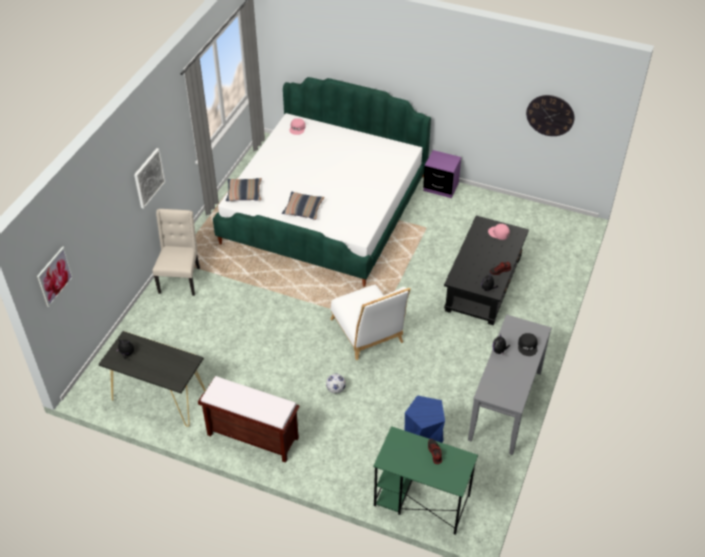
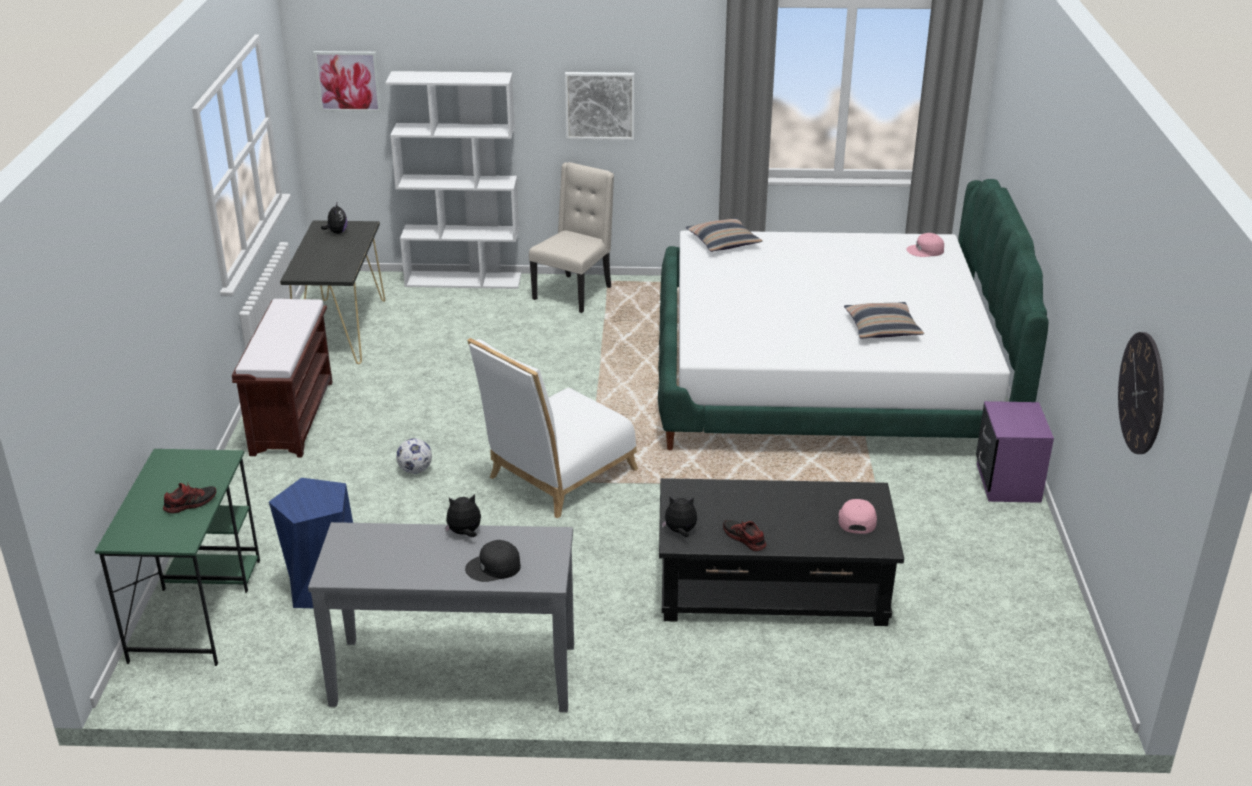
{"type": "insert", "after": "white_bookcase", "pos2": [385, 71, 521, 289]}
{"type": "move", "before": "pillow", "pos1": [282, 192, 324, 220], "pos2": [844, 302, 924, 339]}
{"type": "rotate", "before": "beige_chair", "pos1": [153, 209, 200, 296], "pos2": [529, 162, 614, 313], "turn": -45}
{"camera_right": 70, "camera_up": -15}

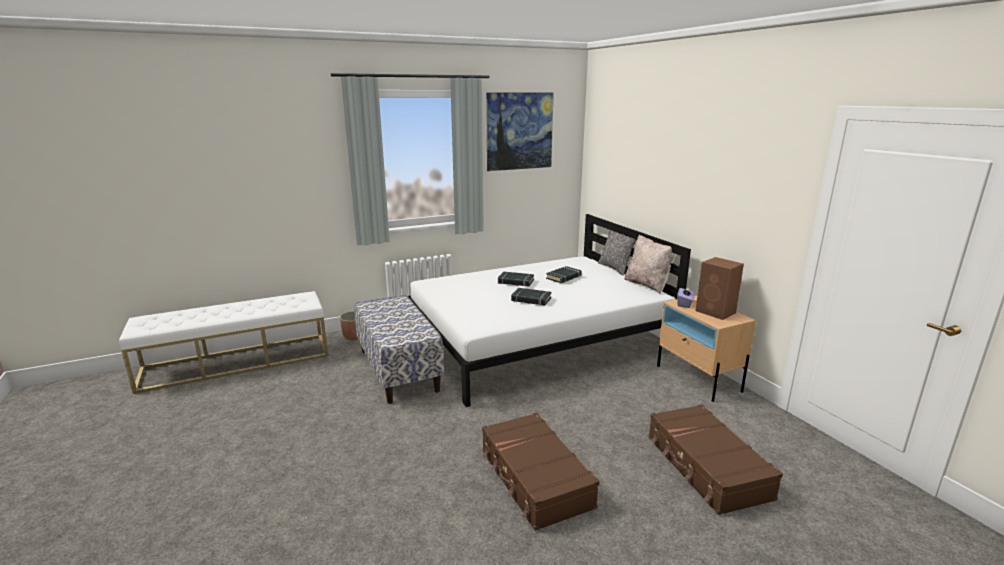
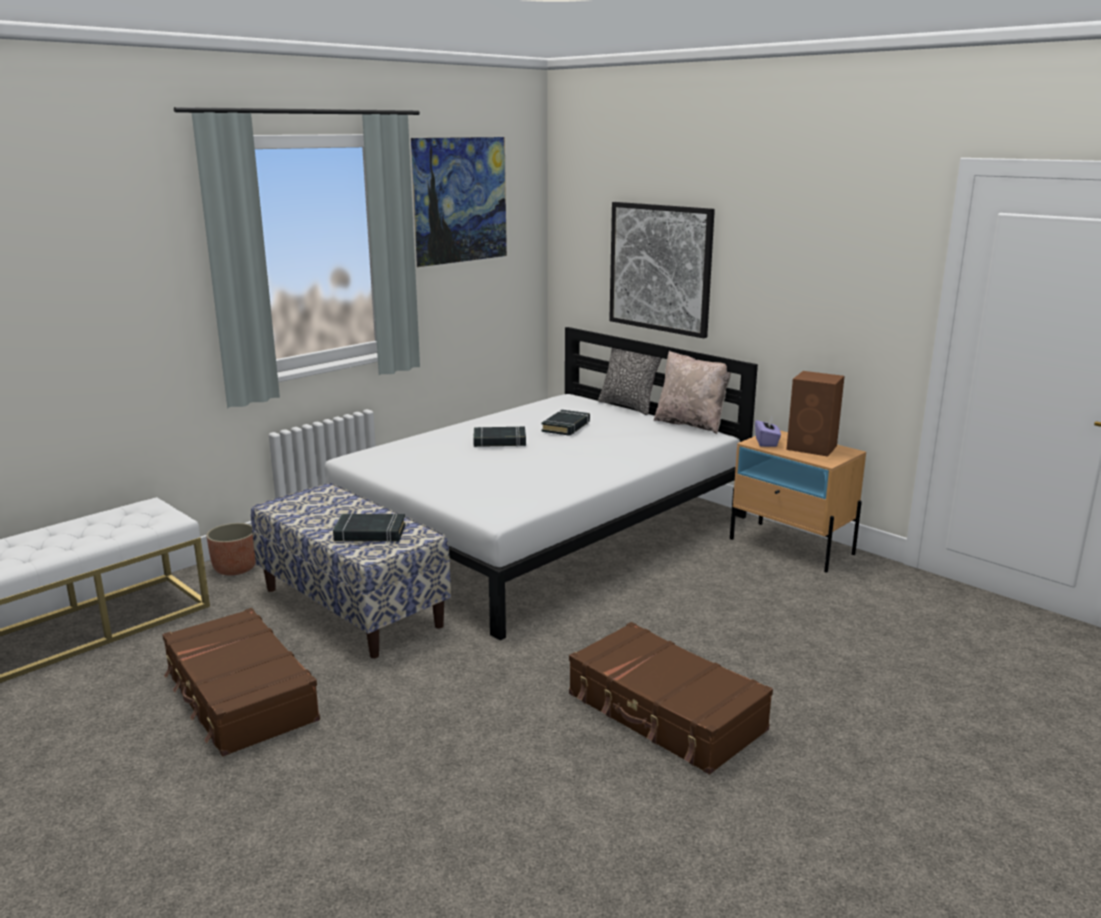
{"type": "insert", "after": "picture", "pos2": [609, 202, 715, 338]}
{"type": "move", "before": "black_book", "pos1": [511, 288, 551, 306], "pos2": [333, 514, 405, 543]}
{"type": "move", "before": "brown_suitcase", "pos1": [648, 404, 783, 515], "pos2": [162, 608, 320, 757]}
{"camera_right": -20, "camera_up": 0}

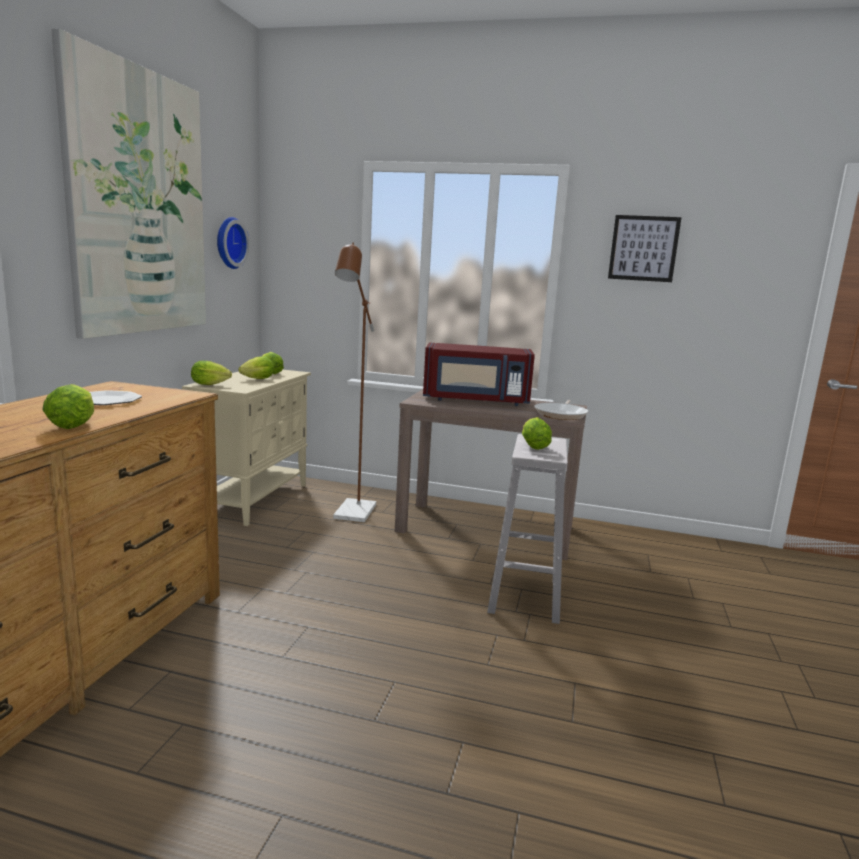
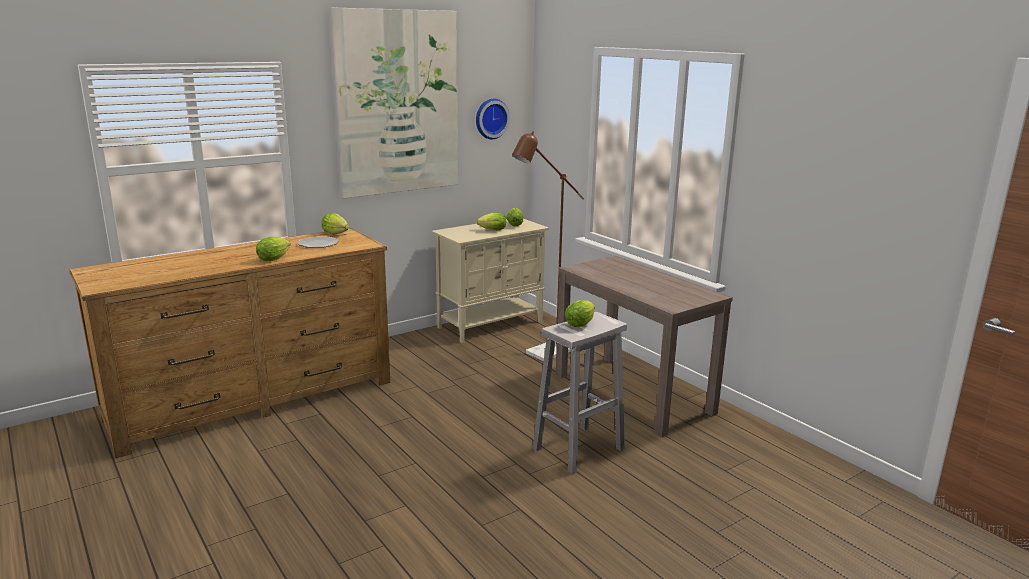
{"type": "delete", "before": "red_microwave", "pos1": [423, 343, 535, 406]}
{"type": "delete", "before": "frying_pan", "pos1": [535, 400, 588, 420]}
{"type": "delete", "before": "picture", "pos1": [608, 215, 682, 282]}
{"type": "move", "before": "lettuce", "pos1": [191, 361, 232, 385], "pos2": [322, 213, 349, 234]}
{"camera_right": 40, "camera_up": 5}

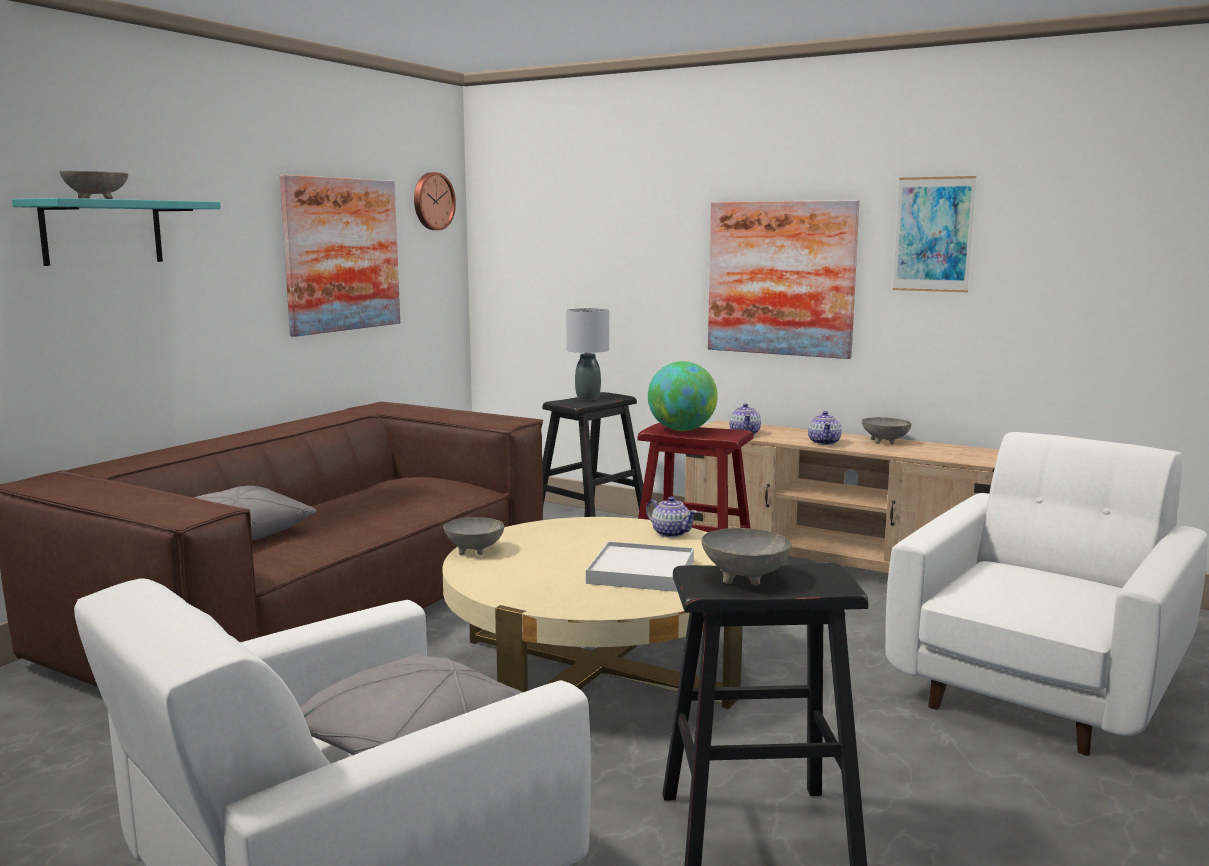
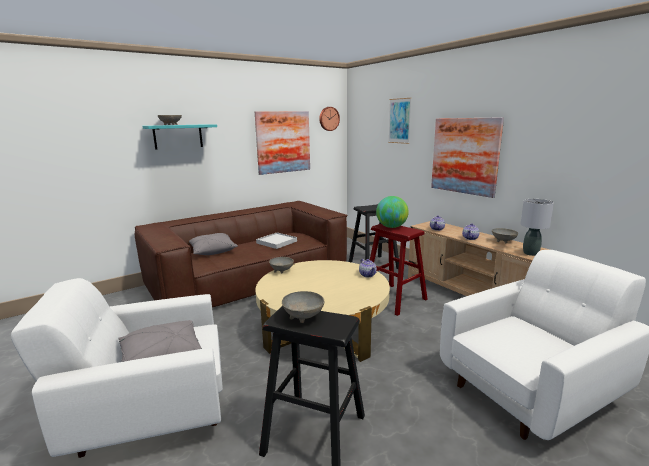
{"type": "move", "before": "grey_table_lamp", "pos1": [566, 308, 609, 400], "pos2": [520, 199, 554, 256]}
{"type": "move", "before": "white_tray", "pos1": [586, 541, 694, 592], "pos2": [256, 233, 297, 249]}
{"type": "move", "before": "picture", "pos1": [893, 176, 976, 292], "pos2": [388, 98, 411, 144]}
{"camera_right": 25, "camera_up": 5}

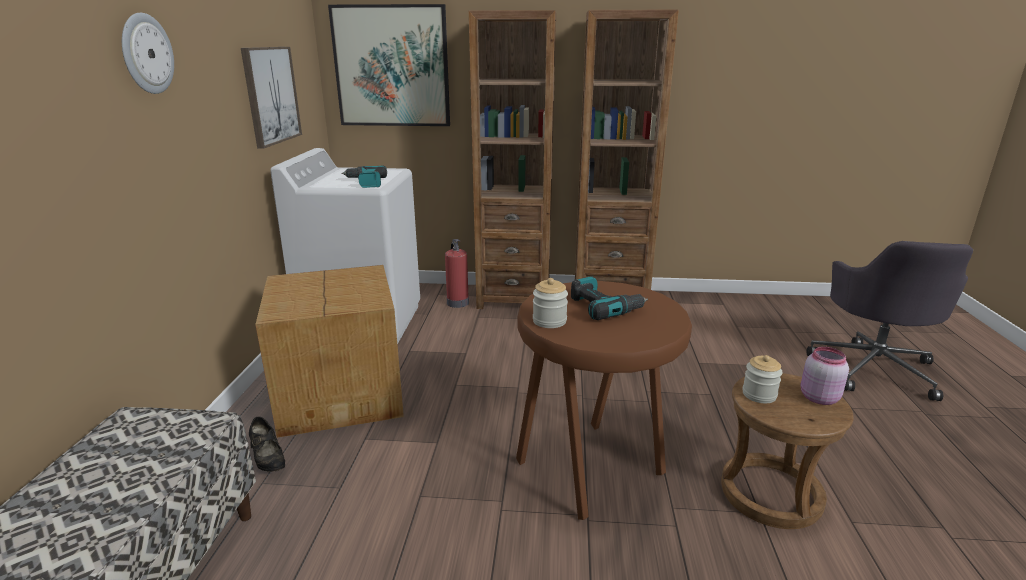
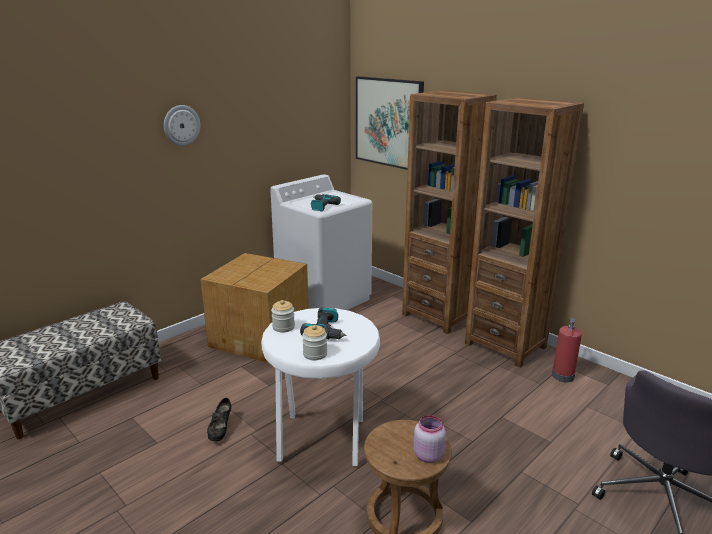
{"type": "delete", "before": "picture", "pos1": [241, 47, 302, 149]}
{"type": "move", "before": "black_shoe", "pos1": [249, 417, 285, 472], "pos2": [207, 398, 231, 442]}
{"type": "move", "before": "fire_extinguisher", "pos1": [445, 239, 469, 308], "pos2": [552, 318, 582, 382]}
{"type": "move", "before": "jar", "pos1": [742, 355, 783, 403], "pos2": [302, 325, 327, 360]}
{"type": "recolor", "before": "brown_stool", "after": "white_stool", "pos1": [516, 281, 692, 520], "pos2": [261, 308, 380, 466]}
{"camera_right": 40, "camera_up": 0}

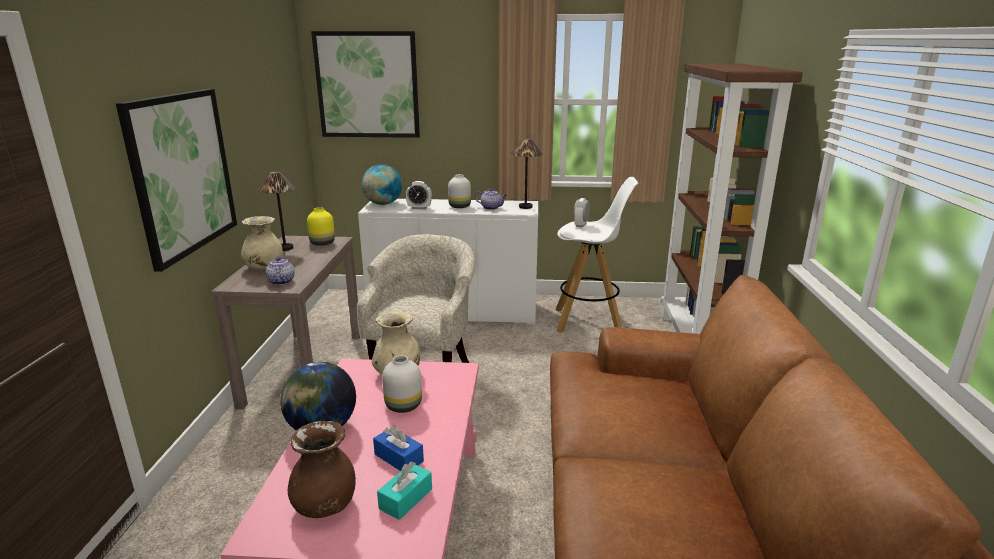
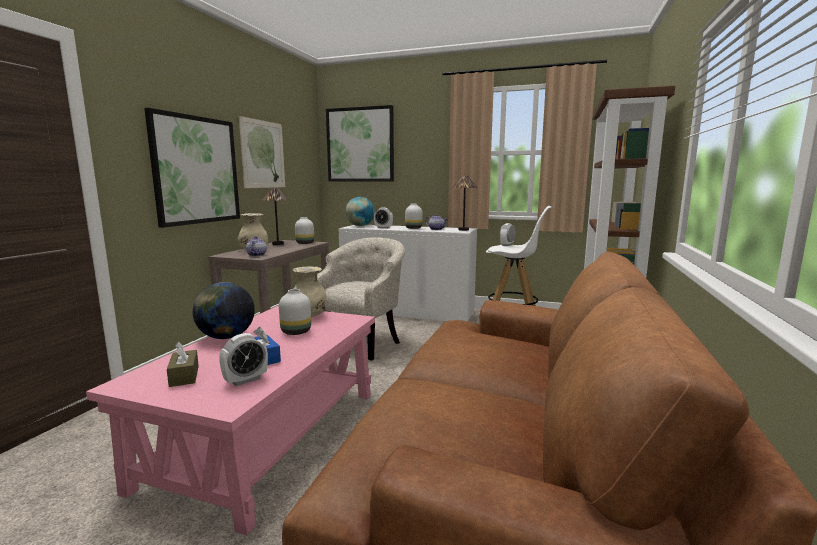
{"type": "insert", "after": "picture", "pos2": [239, 116, 285, 188]}
{"type": "replace", "before": "brown_vase", "after": "brown_tissue_box", "pos1": [288, 421, 356, 518], "pos2": [167, 342, 199, 387]}
{"type": "replace", "before": "turquoise_tissue_box", "after": "alarm_clock", "pos1": [377, 462, 432, 520], "pos2": [219, 333, 268, 386]}
{"type": "recolor", "before": "yellow_vase", "after": "white_vase", "pos1": [307, 207, 335, 246], "pos2": [295, 217, 314, 244]}
{"camera_right": 15, "camera_up": -10}

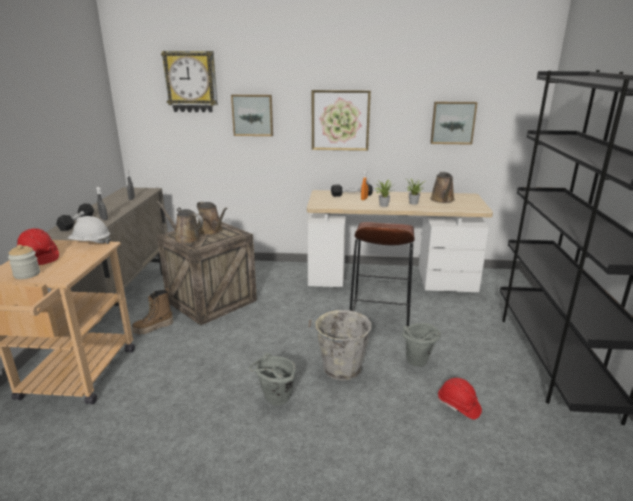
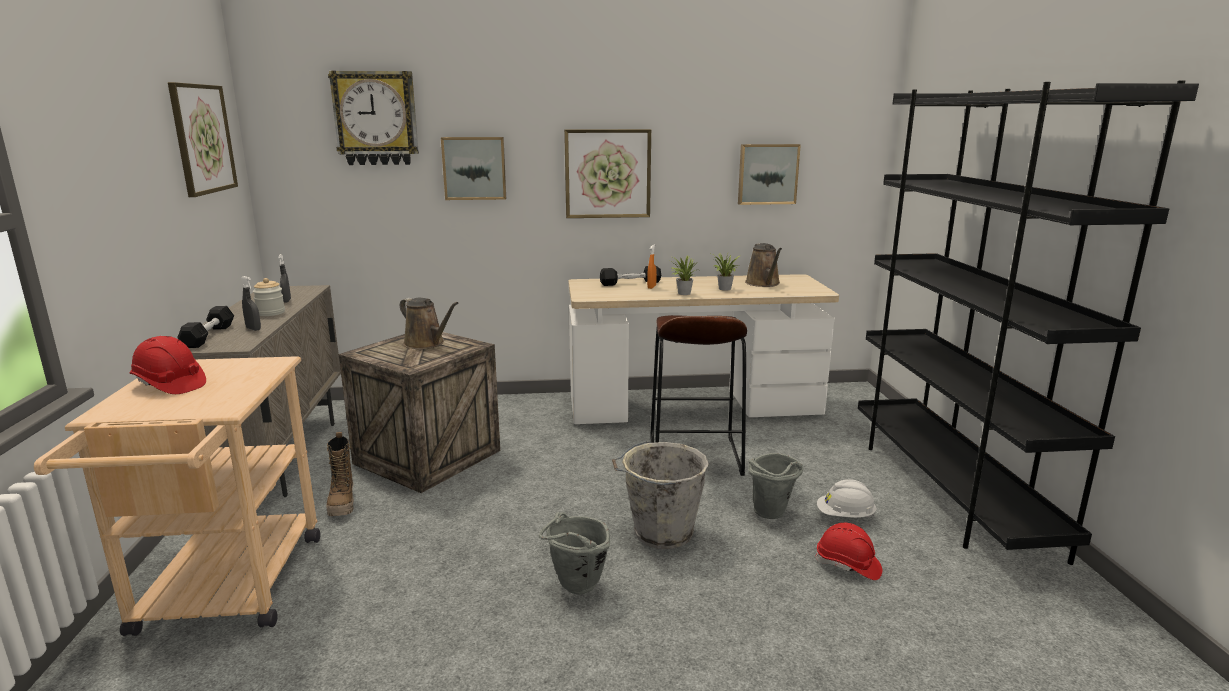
{"type": "delete", "before": "brown_watering_can", "pos1": [157, 201, 203, 244]}
{"type": "insert", "after": "picture", "pos2": [168, 82, 238, 197]}
{"type": "move", "before": "jar", "pos1": [8, 245, 40, 279], "pos2": [253, 278, 285, 316]}
{"type": "move", "before": "white_hard_hat", "pos1": [68, 216, 111, 244], "pos2": [817, 479, 877, 518]}
{"type": "rotate", "before": "boot", "pos1": [132, 288, 174, 335], "pos2": [326, 432, 354, 516], "turn": -60}
{"camera_right": -10, "camera_up": -5}

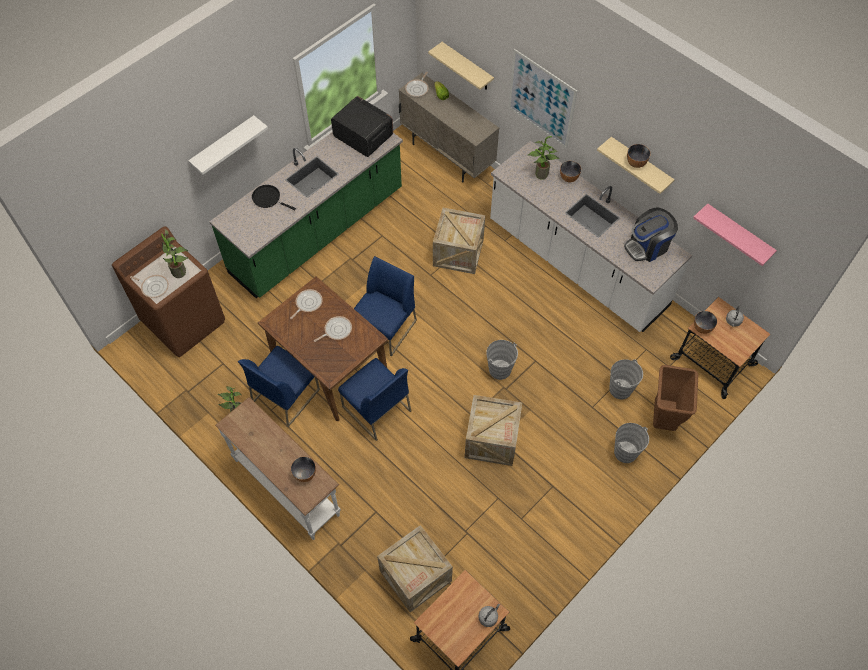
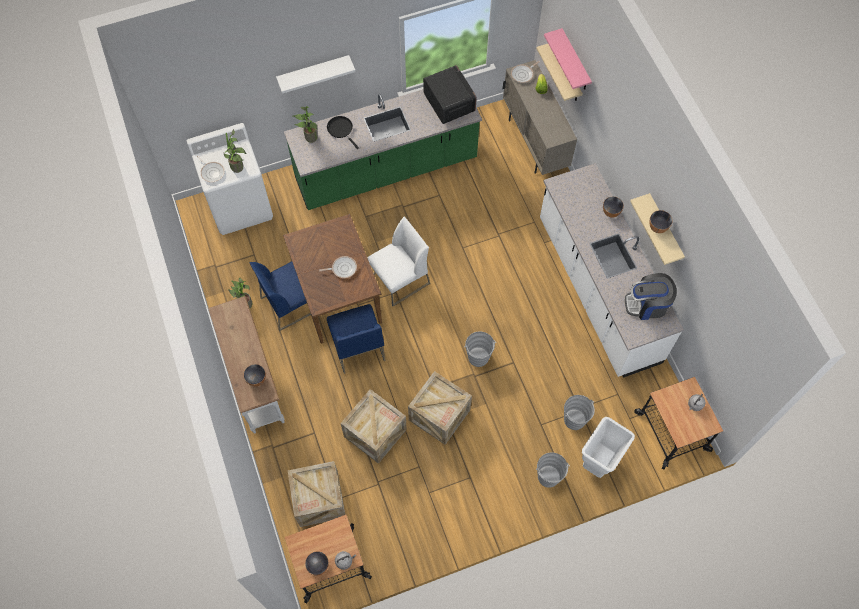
{"type": "delete", "before": "frying_pan", "pos1": [290, 289, 323, 319]}
{"type": "delete", "before": "picture", "pos1": [508, 49, 577, 148]}
{"type": "move", "before": "crate", "pos1": [433, 208, 485, 274], "pos2": [341, 389, 407, 464]}
{"type": "move", "before": "potted_plant", "pos1": [528, 136, 560, 180], "pos2": [292, 106, 318, 143]}
{"type": "move", "before": "pink_shelf", "pos1": [693, 203, 777, 266], "pos2": [544, 28, 592, 90]}
{"type": "move", "before": "bowl", "pos1": [694, 311, 717, 334], "pos2": [305, 551, 329, 576]}
{"type": "recolor", "before": "brown_washing_machine", "after": "white_washing_machine", "pos1": [112, 226, 225, 357], "pos2": [187, 123, 273, 235]}
{"type": "recolor", "before": "blue_chair", "after": "white_chair", "pos1": [354, 256, 417, 357], "pos2": [368, 216, 430, 306]}
{"type": "recolor", "before": "brown_trash_can", "after": "white_trash_can", "pos1": [653, 365, 698, 431], "pos2": [582, 417, 635, 478]}
{"camera_right": 25, "camera_up": 5}

